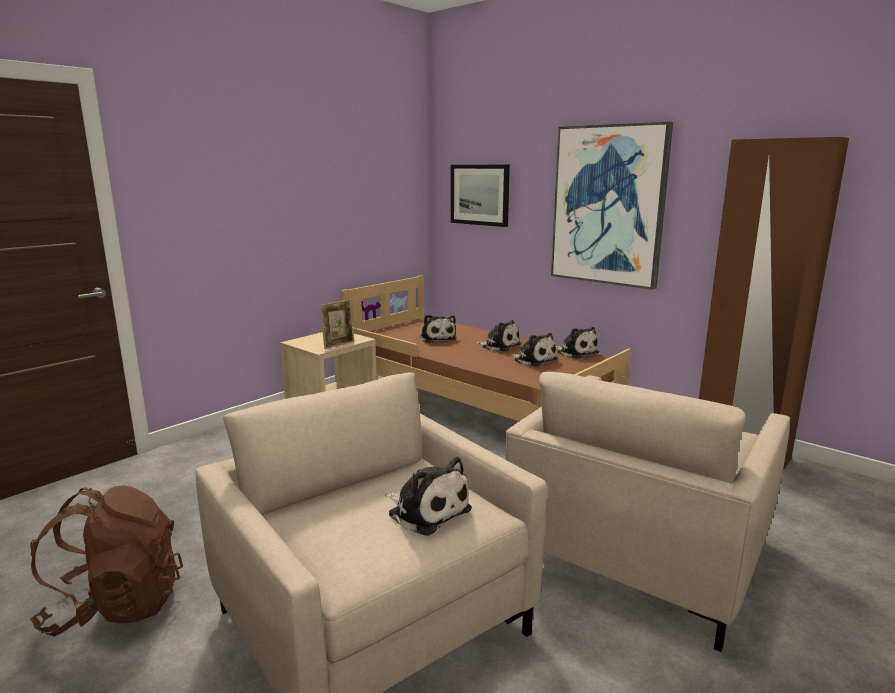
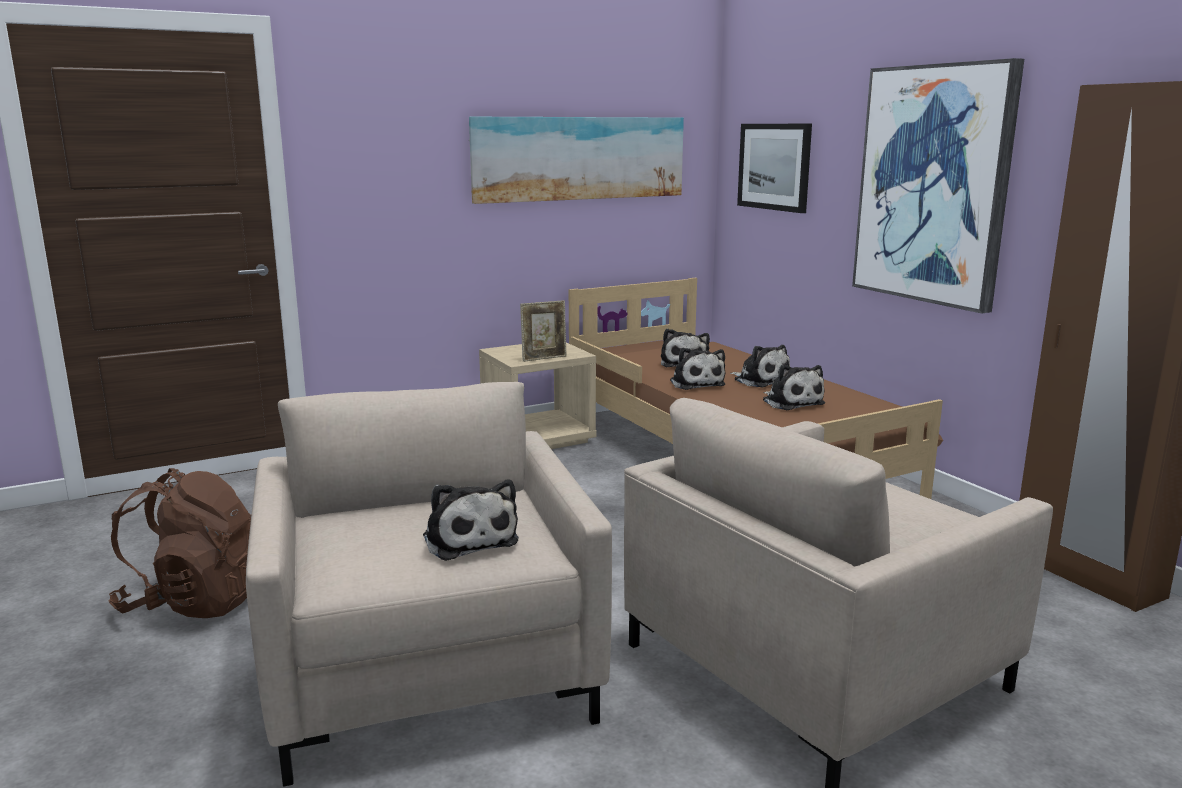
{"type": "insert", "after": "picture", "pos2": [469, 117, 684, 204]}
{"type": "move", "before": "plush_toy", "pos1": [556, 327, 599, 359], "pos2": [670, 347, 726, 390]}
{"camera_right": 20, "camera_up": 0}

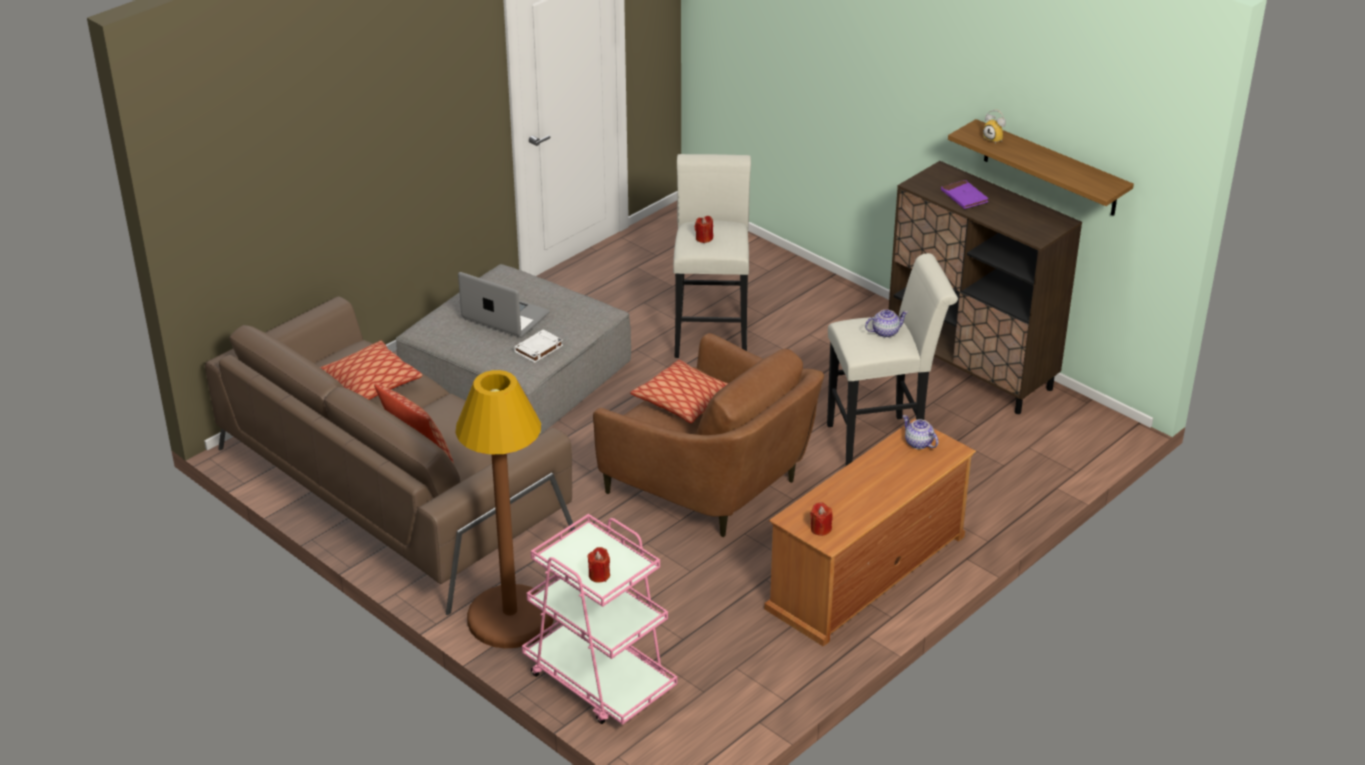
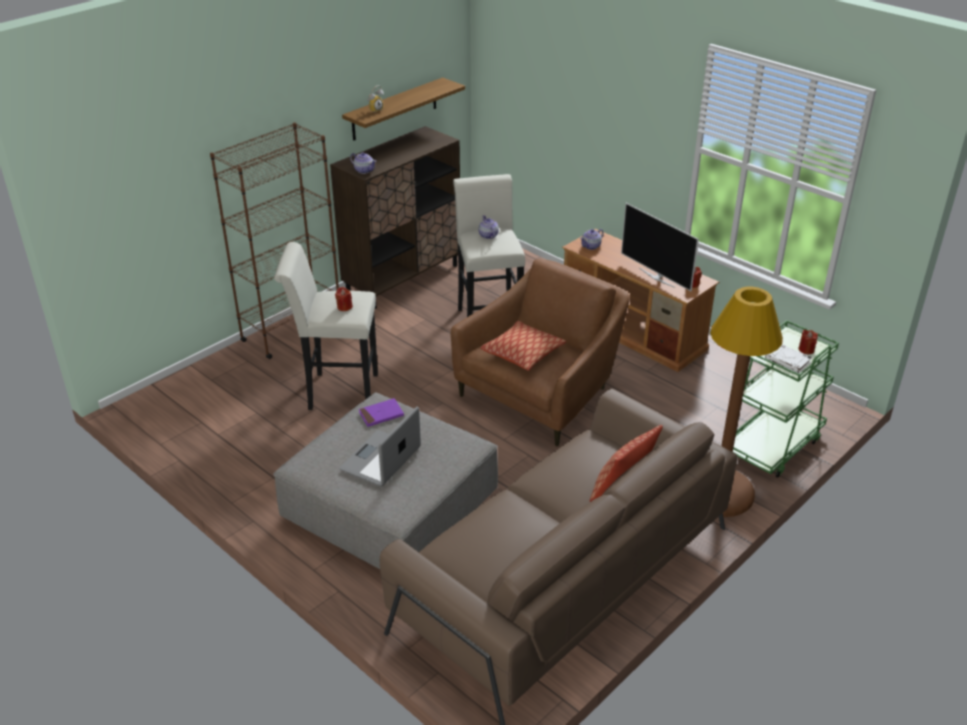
{"type": "delete", "before": "pillow", "pos1": [320, 341, 422, 400]}
{"type": "insert", "after": "brown_bookcase", "pos2": [210, 122, 339, 359]}
{"type": "insert", "after": "teapot", "pos2": [350, 152, 376, 174]}
{"type": "insert", "after": "television", "pos2": [621, 203, 699, 291]}
{"type": "move", "before": "white_book", "pos1": [514, 329, 563, 363], "pos2": [765, 345, 812, 374]}
{"type": "move", "before": "purple_book", "pos1": [941, 180, 989, 209], "pos2": [359, 398, 404, 427]}
{"type": "recolor", "before": "pink_cart", "after": "green_cart", "pos1": [522, 514, 678, 725], "pos2": [733, 320, 839, 478]}
{"camera_right": -90, "camera_up": 0}

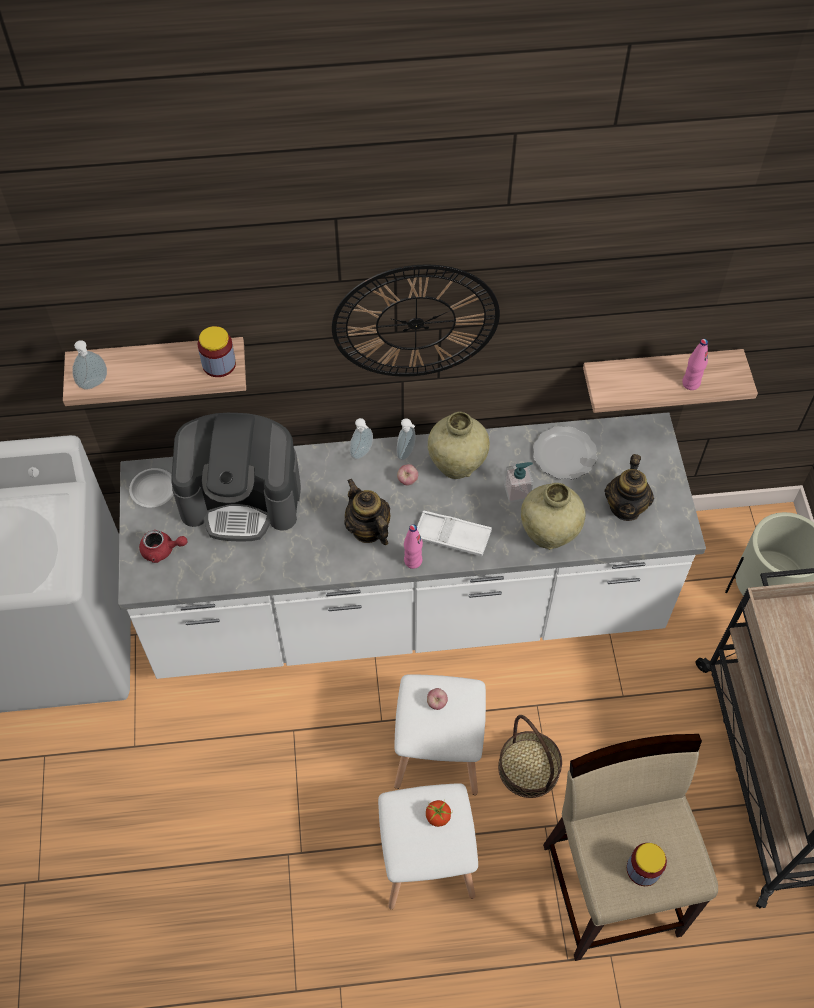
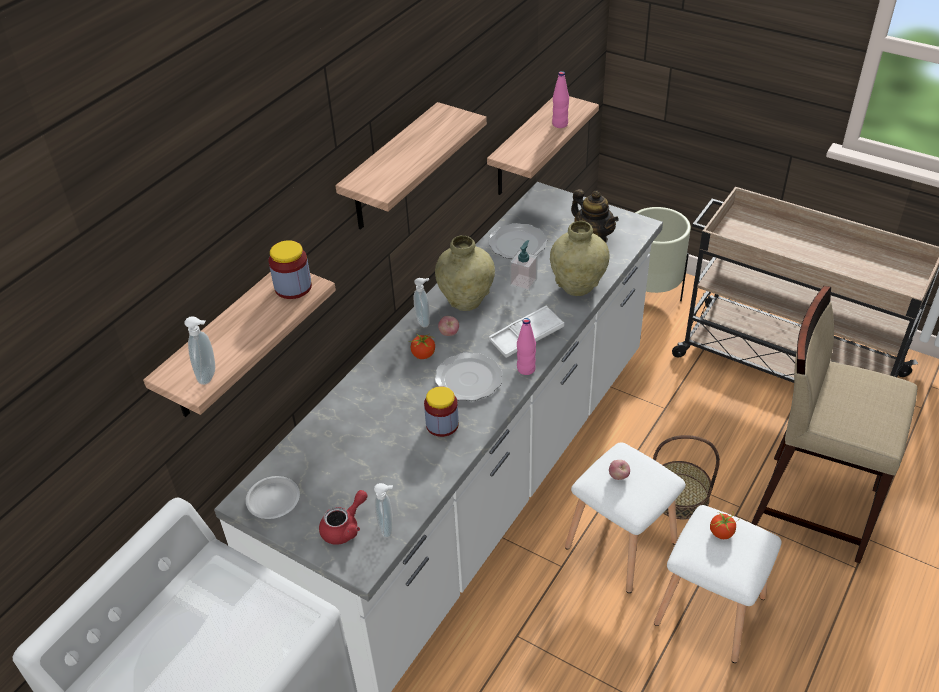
{"type": "delete", "before": "coffee_machine", "pos1": [171, 413, 301, 542]}
{"type": "insert", "after": "tomato", "pos2": [408, 333, 435, 359]}
{"type": "move", "before": "soap_dispenser", "pos1": [350, 418, 373, 459], "pos2": [374, 483, 393, 538]}
{"type": "move", "before": "jar", "pos1": [627, 843, 667, 886], "pos2": [424, 386, 459, 437]}
{"type": "replace", "before": "wall_clock", "after": "shelf", "pos1": [332, 265, 500, 376], "pos2": [336, 102, 487, 230]}
{"type": "replace", "before": "teapot", "after": "plate", "pos1": [345, 479, 390, 545], "pos2": [435, 353, 503, 401]}
{"camera_right": -50, "camera_up": -15}

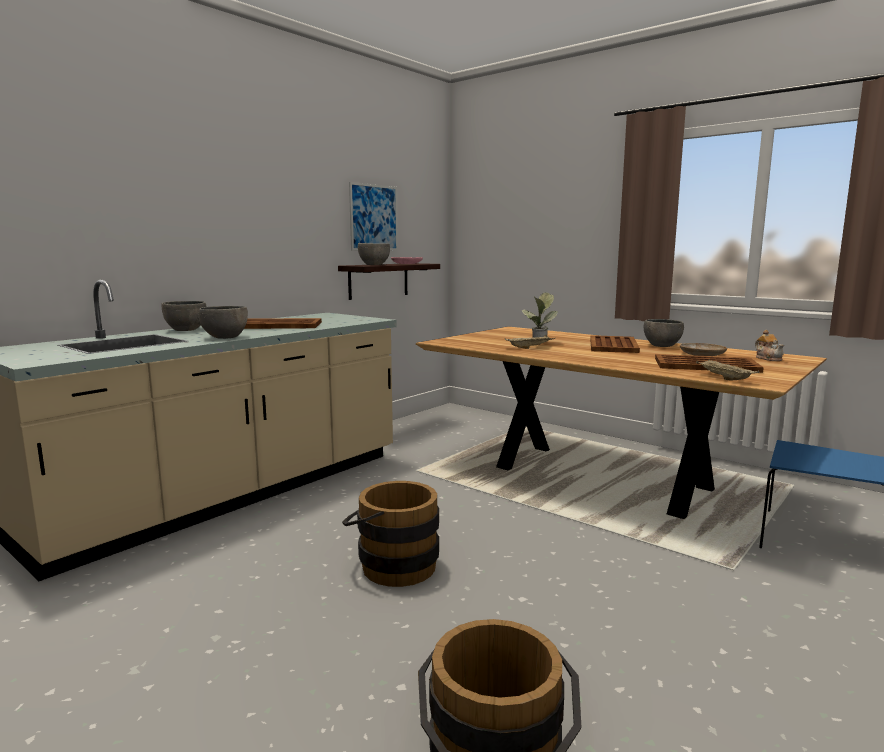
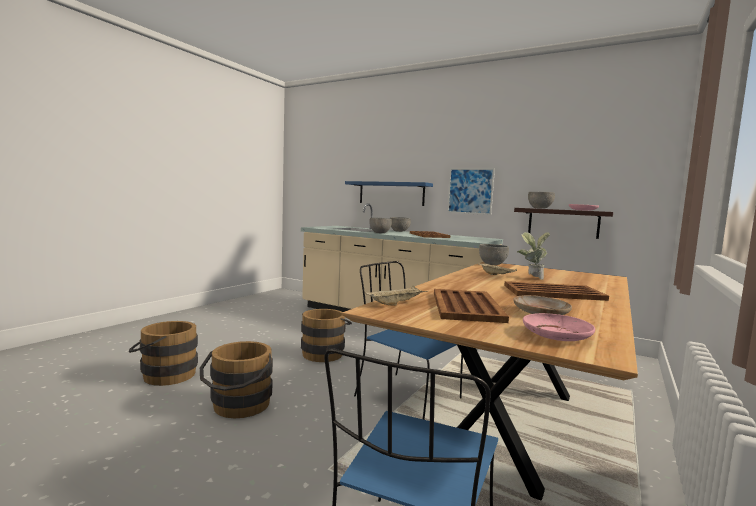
{"type": "insert", "after": "brown_bucket", "pos2": [200, 341, 273, 418]}
{"type": "insert", "after": "blue_shelf", "pos2": [345, 181, 433, 206]}
{"type": "insert", "after": "blue_chair", "pos2": [354, 261, 463, 420]}
{"type": "move", "before": "picture", "pos1": [349, 182, 398, 251], "pos2": [447, 168, 495, 215]}
{"type": "move", "before": "grey_bowl", "pos1": [644, 319, 684, 347], "pos2": [479, 244, 509, 265]}
{"type": "replace", "before": "teapot", "after": "pink_plate", "pos1": [755, 330, 784, 361], "pos2": [523, 313, 595, 341]}
{"camera_right": 80, "camera_up": -5}

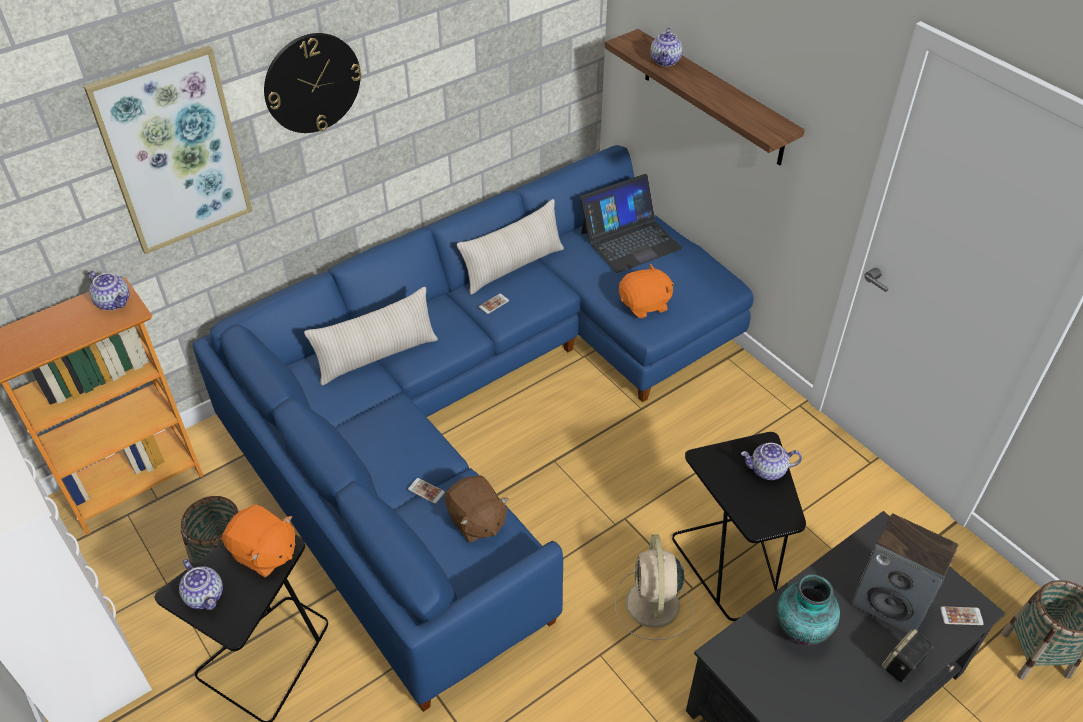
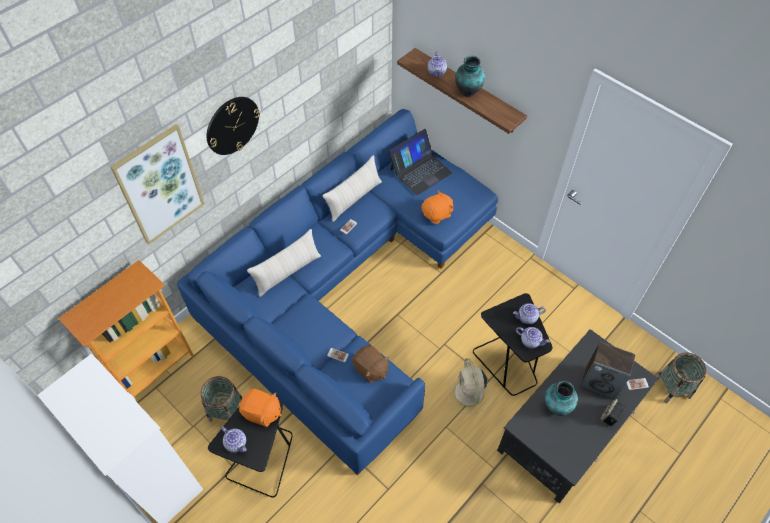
{"type": "insert", "after": "vase", "pos2": [455, 56, 485, 97]}
{"type": "move", "before": "teapot", "pos1": [88, 271, 130, 310], "pos2": [516, 327, 550, 348]}
{"camera_right": -10, "camera_up": 10}

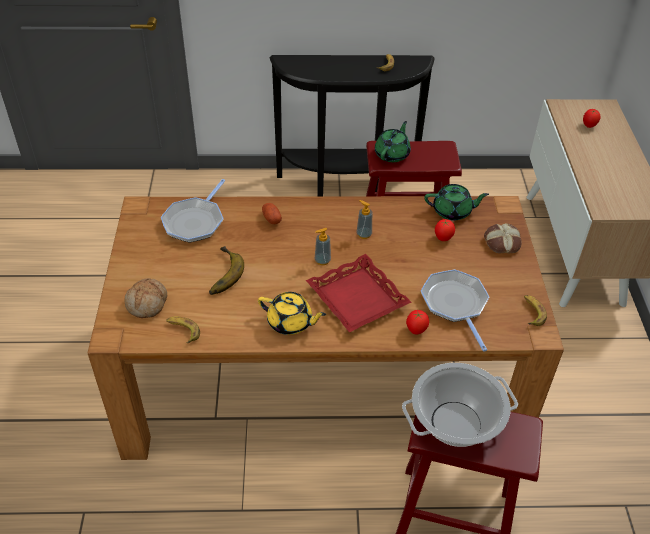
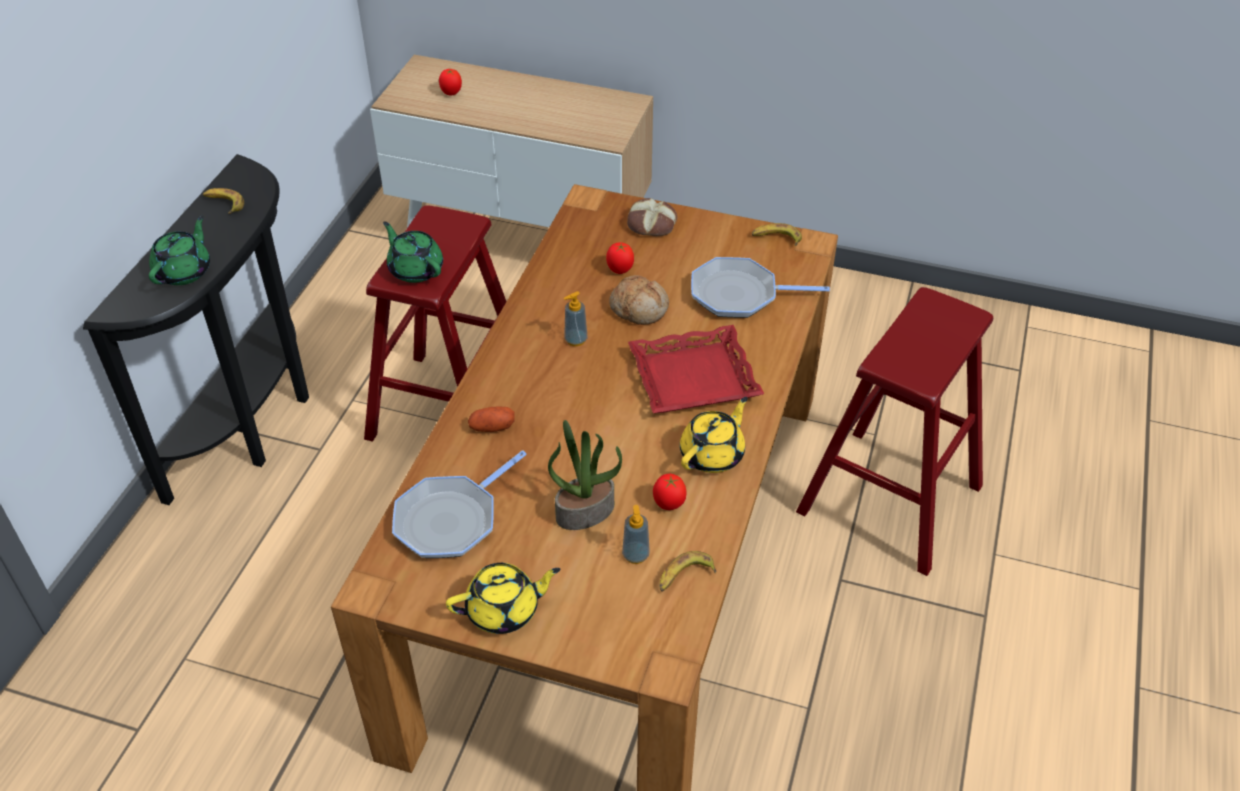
{"type": "delete", "before": "cooking_pot", "pos1": [402, 363, 518, 447]}
{"type": "insert", "after": "yellow_teapot", "pos2": [446, 563, 561, 634]}
{"type": "move", "before": "bread", "pos1": [124, 278, 167, 318], "pos2": [609, 275, 669, 325]}
{"type": "move", "before": "soap_dispenser", "pos1": [315, 228, 331, 265], "pos2": [622, 505, 650, 564]}
{"type": "move", "before": "tomato", "pos1": [406, 310, 429, 334], "pos2": [653, 474, 687, 510]}
{"type": "move", "before": "green_teapot", "pos1": [425, 184, 489, 220], "pos2": [149, 216, 210, 285]}
{"type": "replace", "before": "banana", "after": "potted_plant", "pos1": [209, 246, 244, 295], "pos2": [548, 420, 622, 530]}
{"type": "rotate", "before": "frying_pan", "pos1": [161, 179, 225, 243], "pos2": [392, 450, 527, 558], "turn": 90}
{"camera_right": -70, "camera_up": 0}

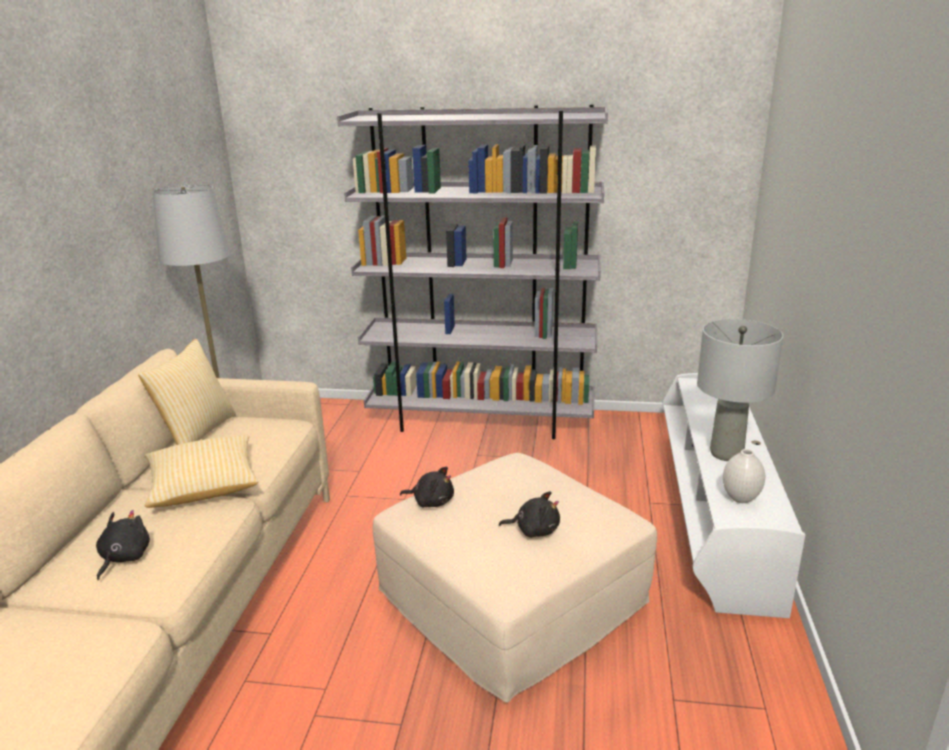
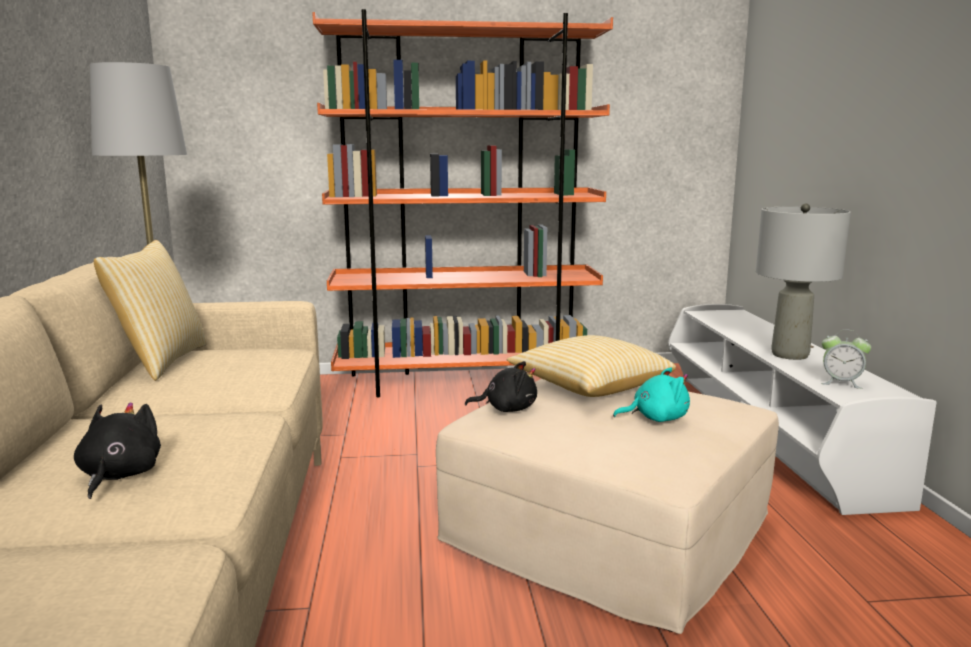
{"type": "move", "before": "pillow", "pos1": [145, 435, 258, 508], "pos2": [507, 335, 676, 397]}
{"type": "replace", "before": "white_vase", "after": "alarm_clock", "pos1": [723, 449, 765, 503], "pos2": [821, 329, 871, 389]}
{"type": "recolor", "before": "grey_bookcase", "after": "orange_bookcase", "pos1": [337, 105, 608, 439], "pos2": [312, 9, 613, 397]}
{"type": "recolor", "before": "black_plush_toy", "after": "turquoise_plush_toy", "pos1": [499, 491, 560, 538], "pos2": [613, 367, 690, 422]}
{"camera_right": -15, "camera_up": -10}

